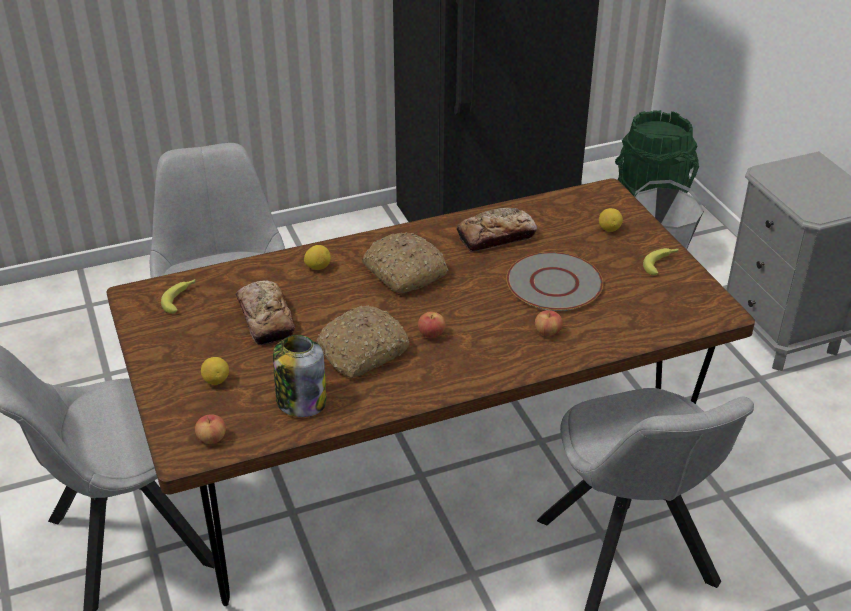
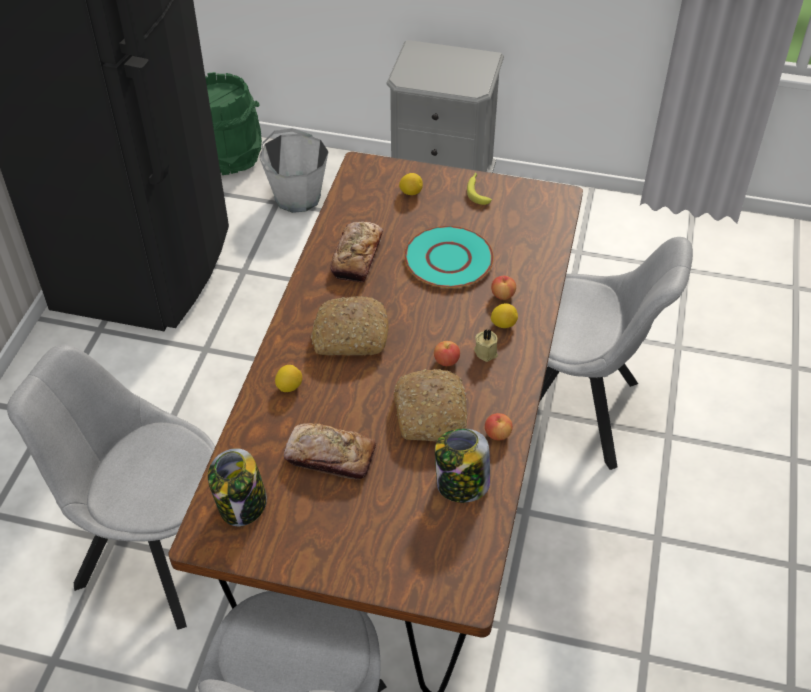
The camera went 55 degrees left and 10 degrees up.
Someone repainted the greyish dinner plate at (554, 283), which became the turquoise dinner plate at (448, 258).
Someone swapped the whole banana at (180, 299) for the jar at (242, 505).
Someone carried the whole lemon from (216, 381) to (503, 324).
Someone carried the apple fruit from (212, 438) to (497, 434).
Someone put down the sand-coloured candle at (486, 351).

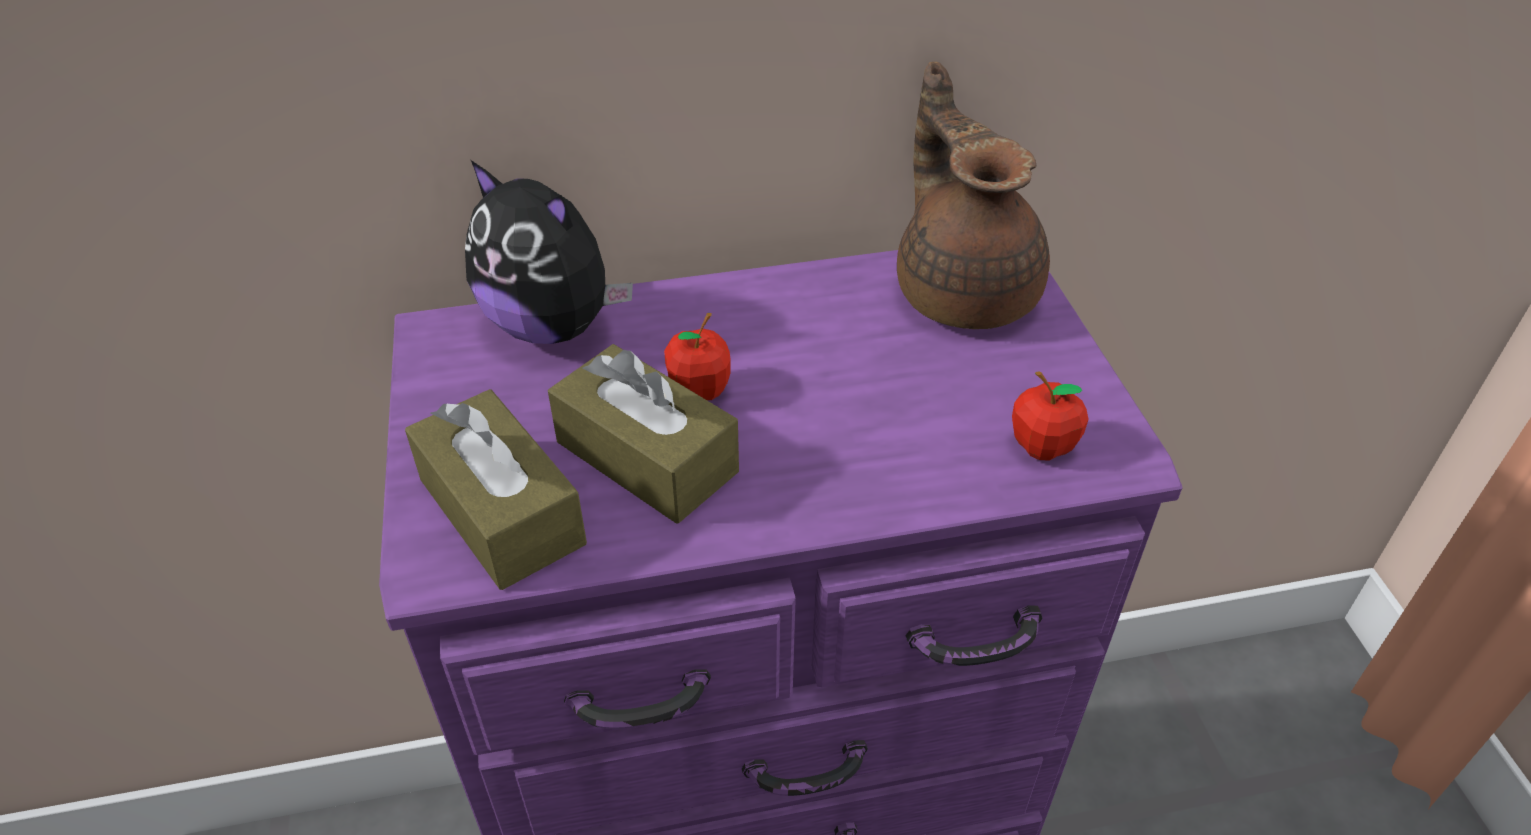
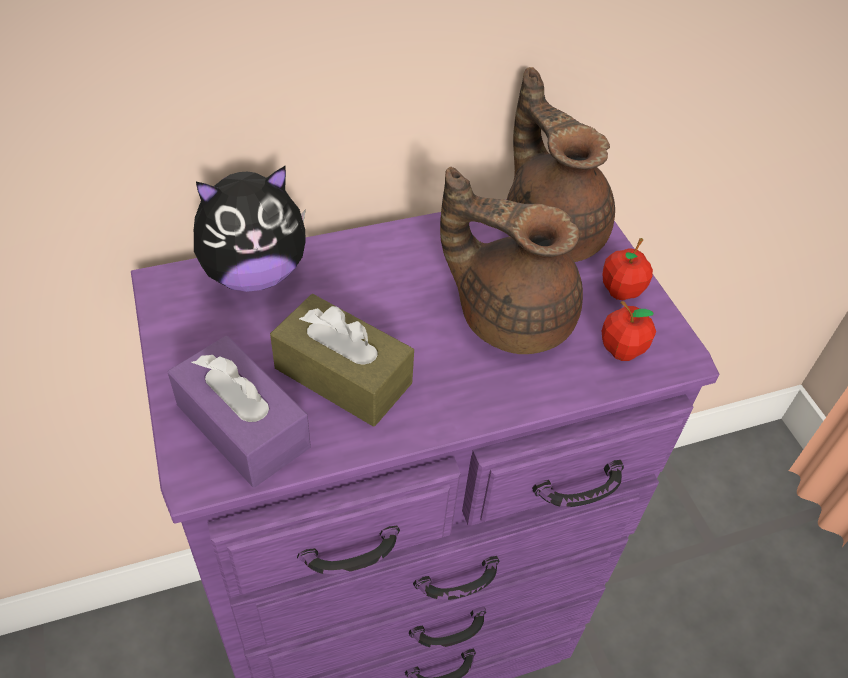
The camera went 10 degrees left and 5 degrees up.
Someone rotated the plush toy at (552, 325) by 45 degrees counterclockwise.
Someone carried the apple fruit from (699, 390) to (621, 291).
Someone repainted the brownish tissue holder at (501, 511), which became the purple-coloured tissue holder at (243, 426).
Someone put down the brownish tea pot at (510, 315).

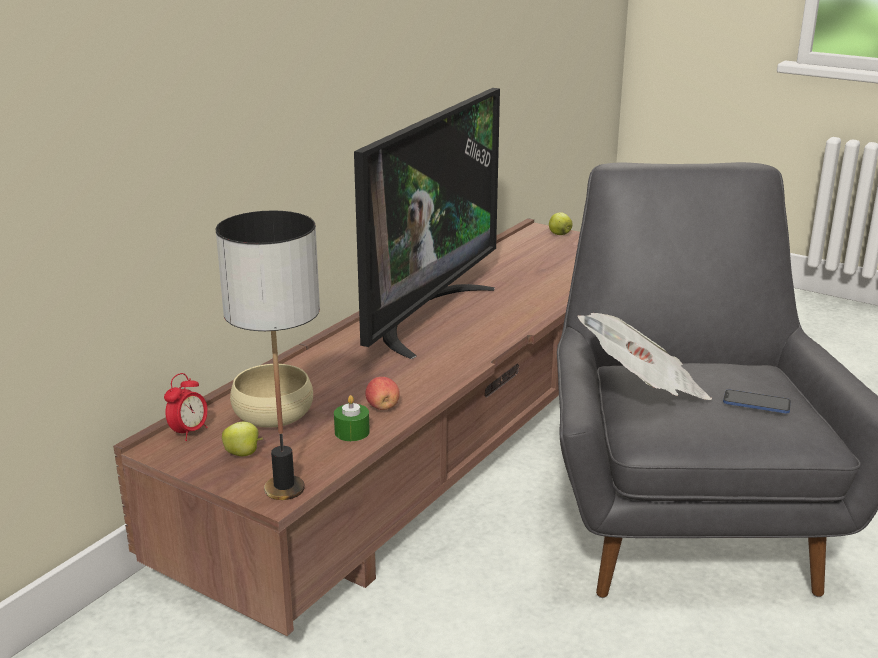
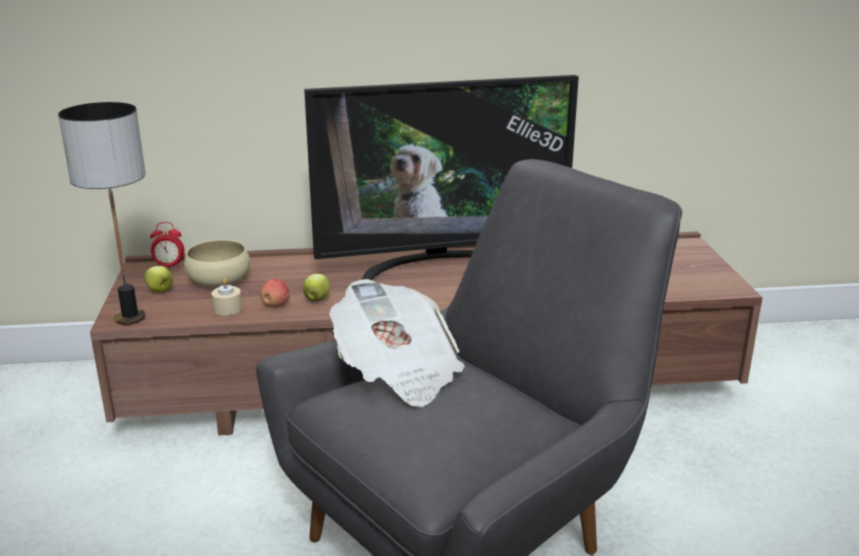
The camera went 50 degrees right and 0 degrees up.
Someone carried the apple fruit from (559, 234) to (317, 299).
Someone took away the handset at (756, 403).
Someone repainted the greenish candle at (352, 432), which became the sand-coloured candle at (227, 308).

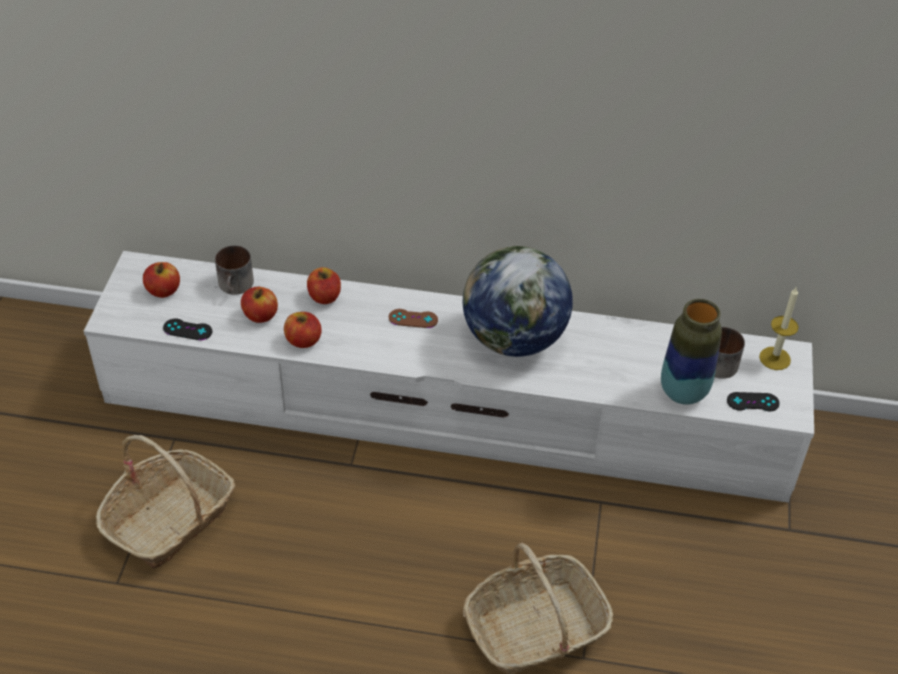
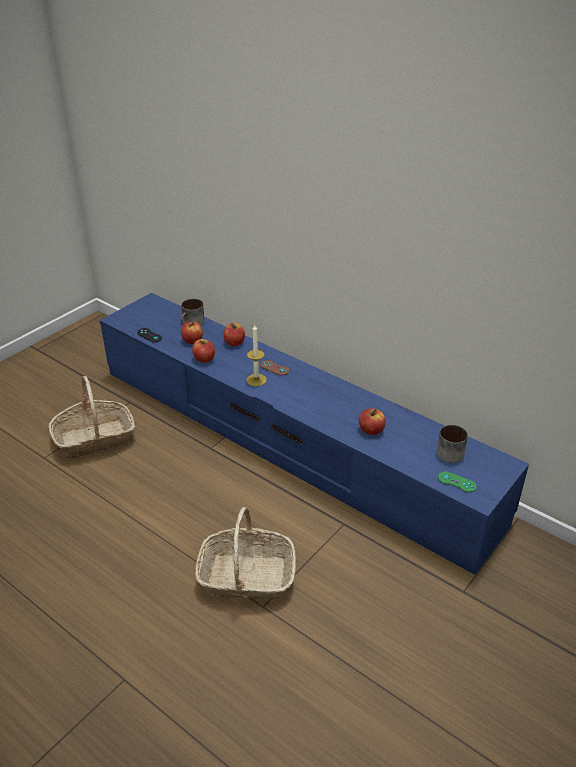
The camera went 30 degrees right and 10 degrees down.
Someone took away the desk globe at (513, 339).
Someone repainted the whitish media console at (447, 409), which became the blue media console at (288, 440).
Someone carried the apple fruit from (163, 290) to (371, 430).
Someone carried the candle from (775, 358) to (256, 380).
Someone took away the vase at (683, 392).
Someone repainted the blackish game controller at (752, 402), which became the greenish game controller at (457, 482).

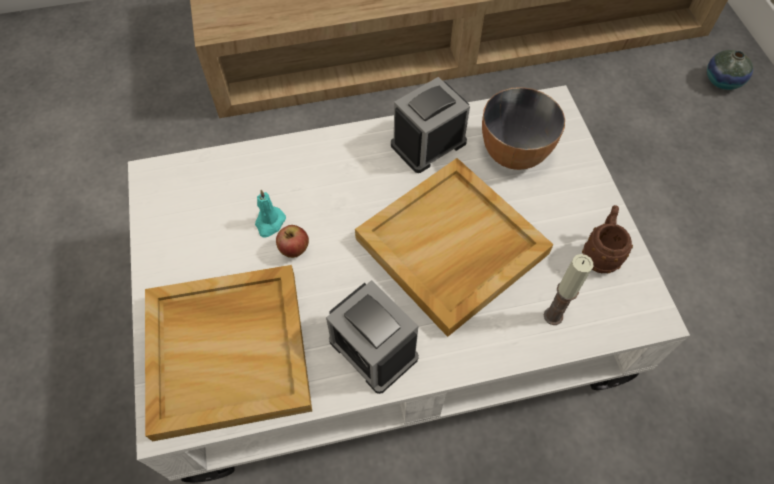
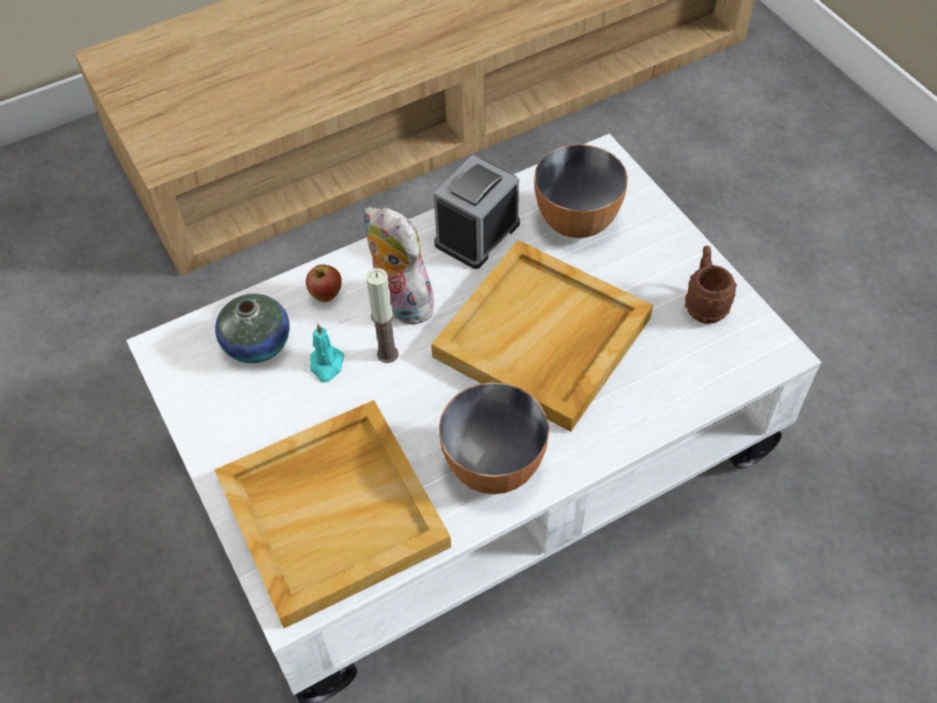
The camera went 15 degrees left and 5 degrees down.
Someone carried the vase from (722, 81) to (257, 344).
Someone carried the apple fruit from (294, 250) to (326, 295).
Someone carried the candle from (553, 316) to (387, 354).
Someone swapped the alarm clock at (373, 349) for the bowl at (494, 466).
Someone put down the plush toy at (399, 303).

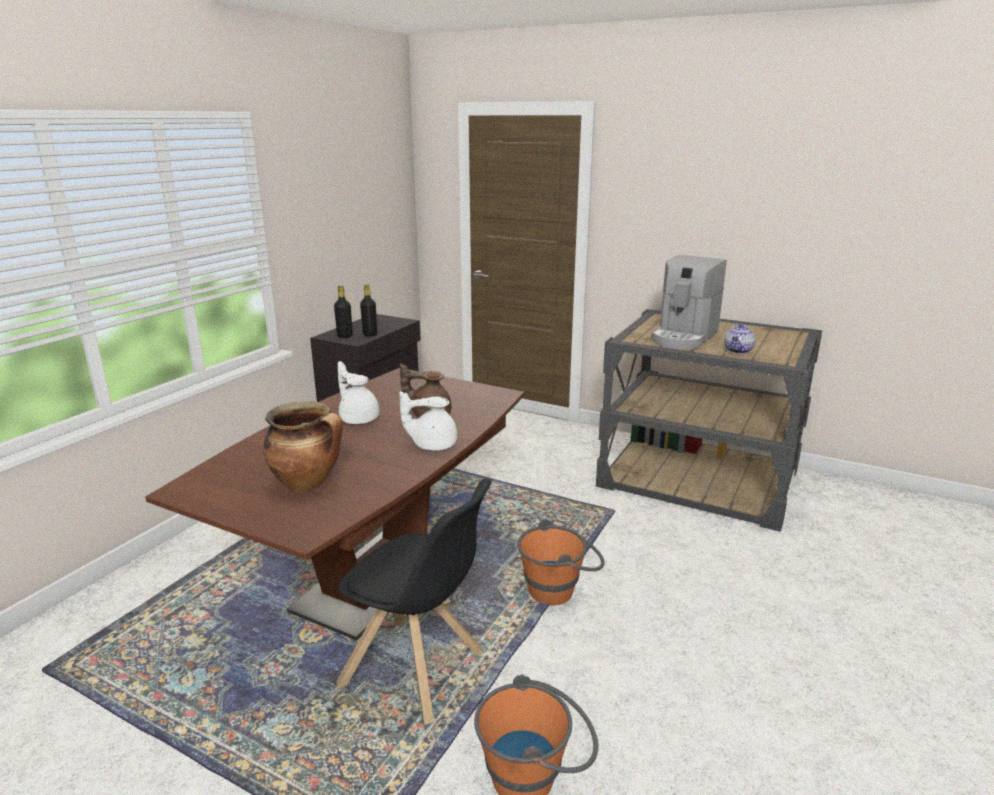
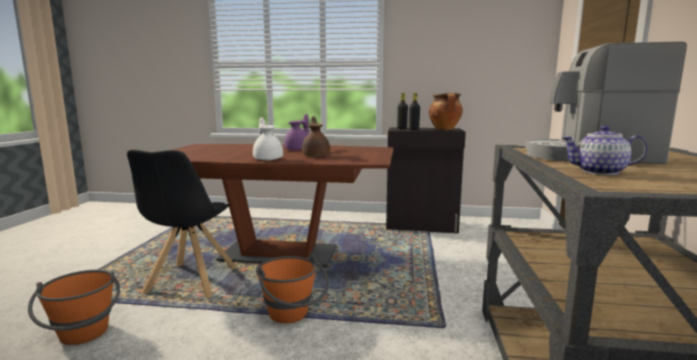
The camera went 70 degrees right and 10 degrees down.
Someone repainted the whitish tea pot at (358, 418), which became the purple-coloured tea pot at (298, 149).
Someone carried the cooking pot from (308, 483) to (445, 129).

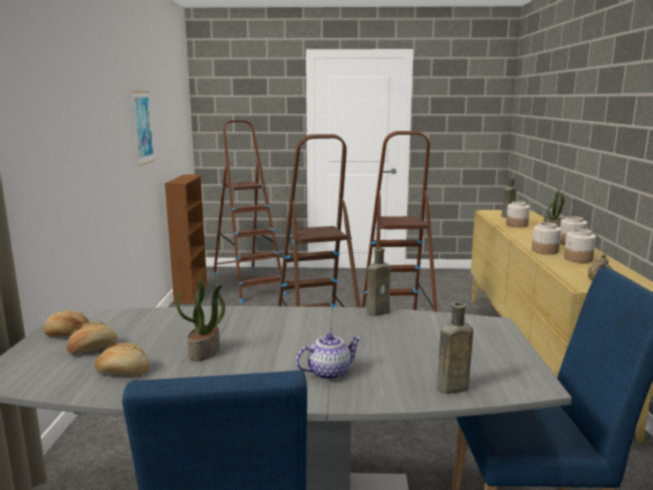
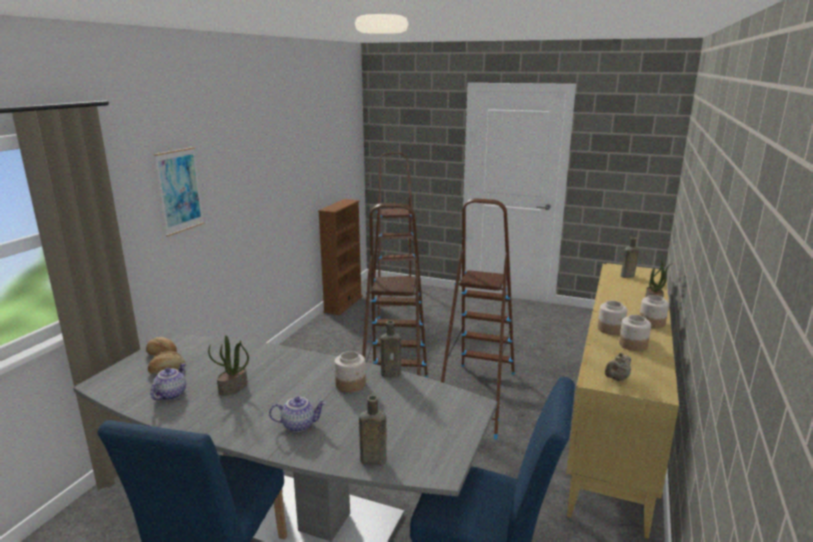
The camera went 20 degrees right and 5 degrees up.
Someone carried the picture from (143, 127) to (179, 190).
Someone carried the jar from (517, 225) to (351, 384).
Someone swapped the bakery bread at (123, 372) for the tea pot at (170, 394).

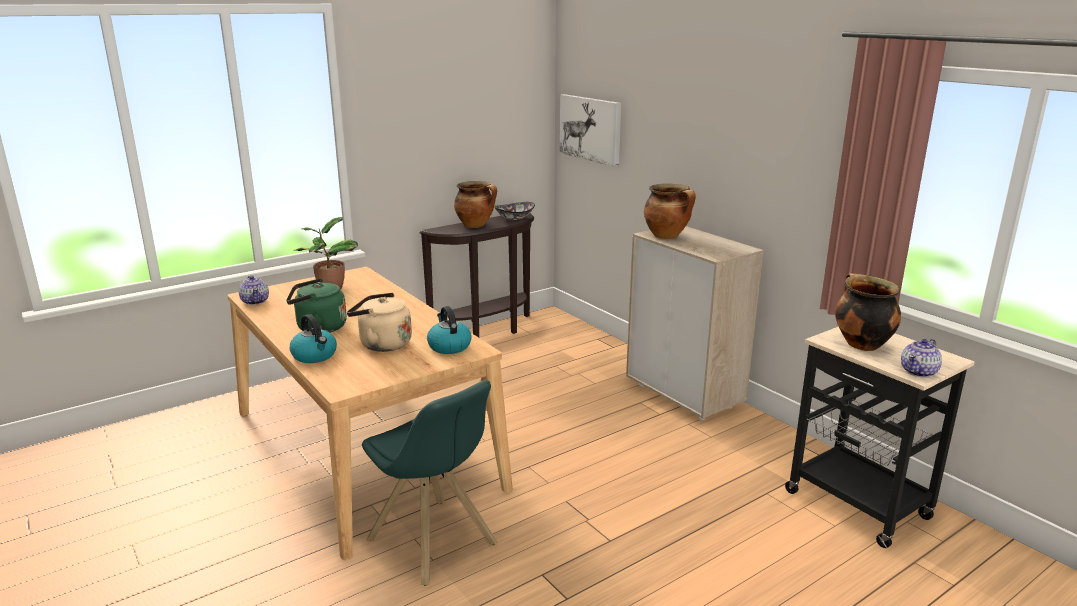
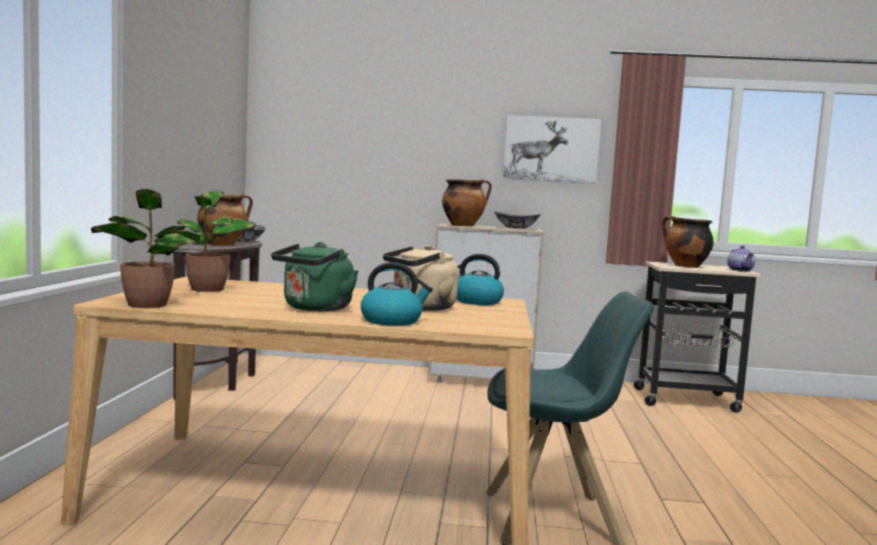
The camera went 50 degrees left and 15 degrees down.
Someone carried the picture from (591, 129) to (551, 149).
Someone swapped the tea pot at (255, 301) for the houseplant at (146, 304).
Someone put down the bowl at (516, 228).

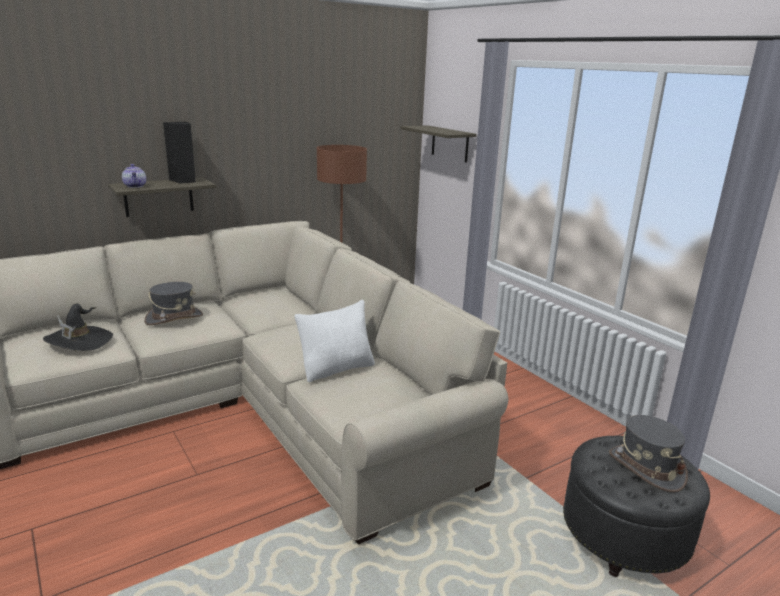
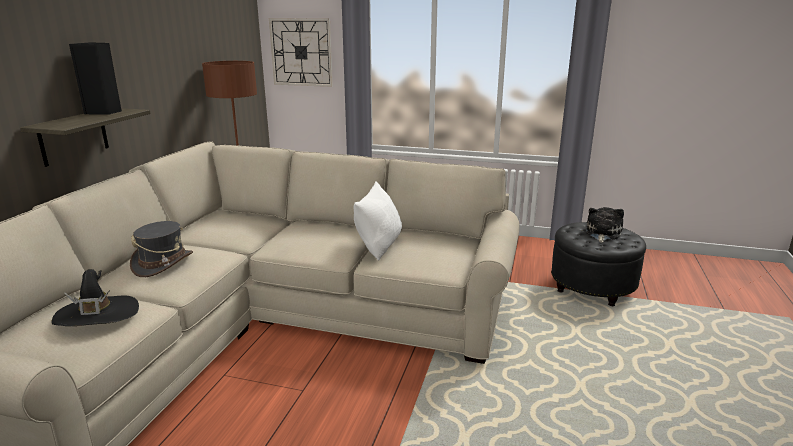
The camera went 40 degrees left and 0 degrees up.
Someone swapped the bracket shelf at (450, 143) for the wall clock at (301, 52).
Someone took away the tea pot at (135, 186).
Someone swapped the greyish wearable hat at (646, 468) for the plush toy at (602, 233).

